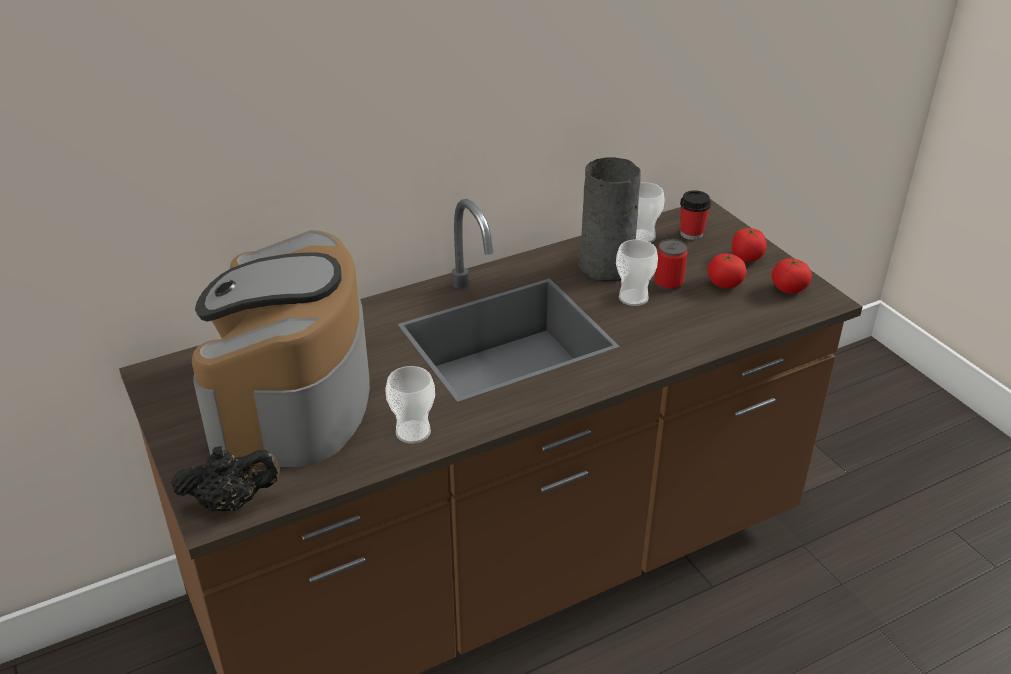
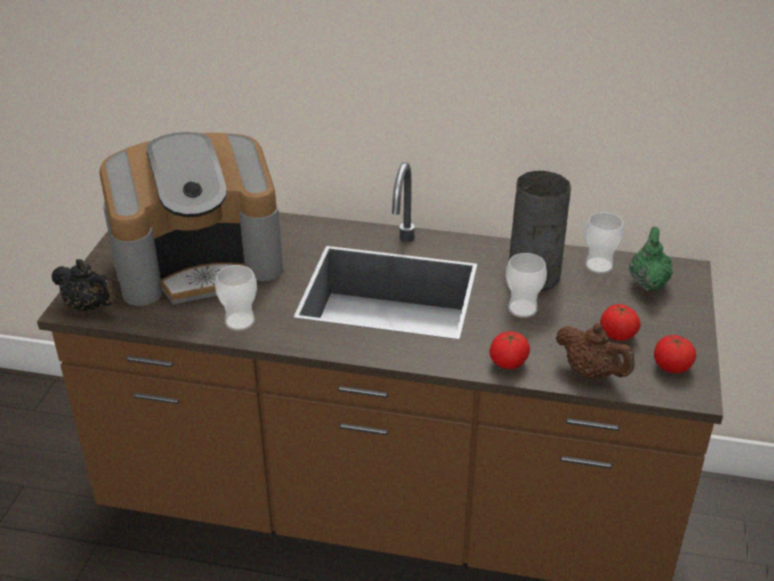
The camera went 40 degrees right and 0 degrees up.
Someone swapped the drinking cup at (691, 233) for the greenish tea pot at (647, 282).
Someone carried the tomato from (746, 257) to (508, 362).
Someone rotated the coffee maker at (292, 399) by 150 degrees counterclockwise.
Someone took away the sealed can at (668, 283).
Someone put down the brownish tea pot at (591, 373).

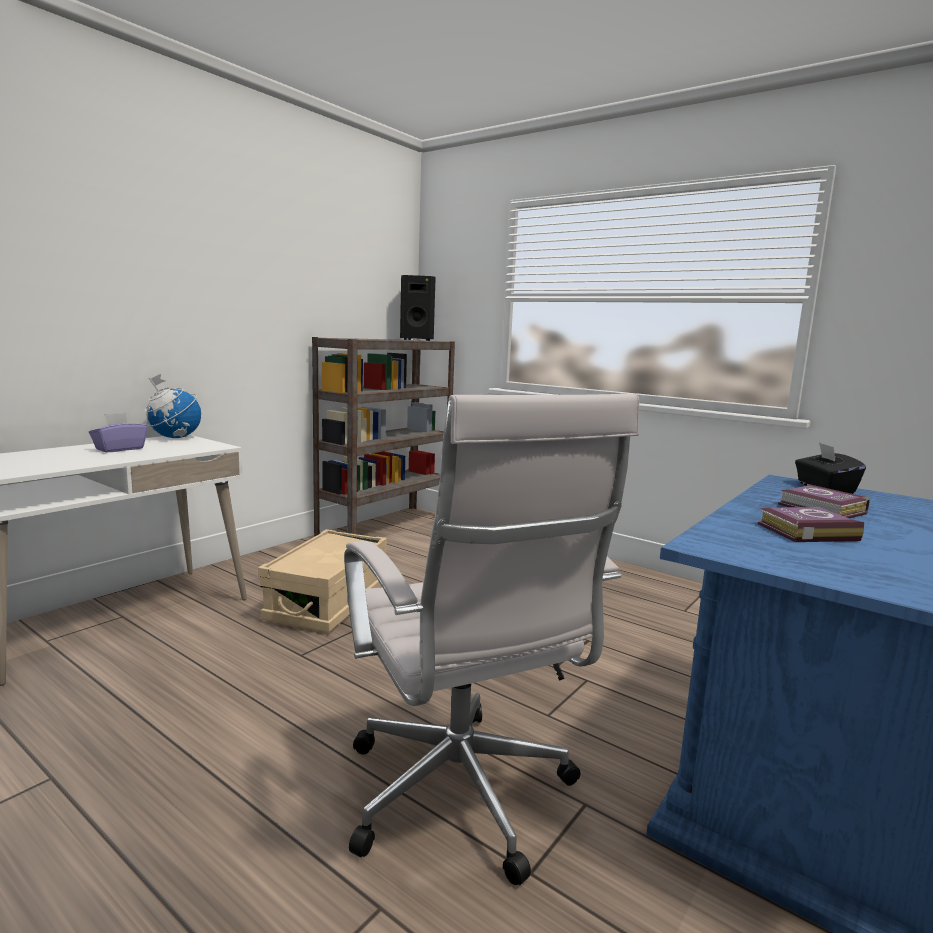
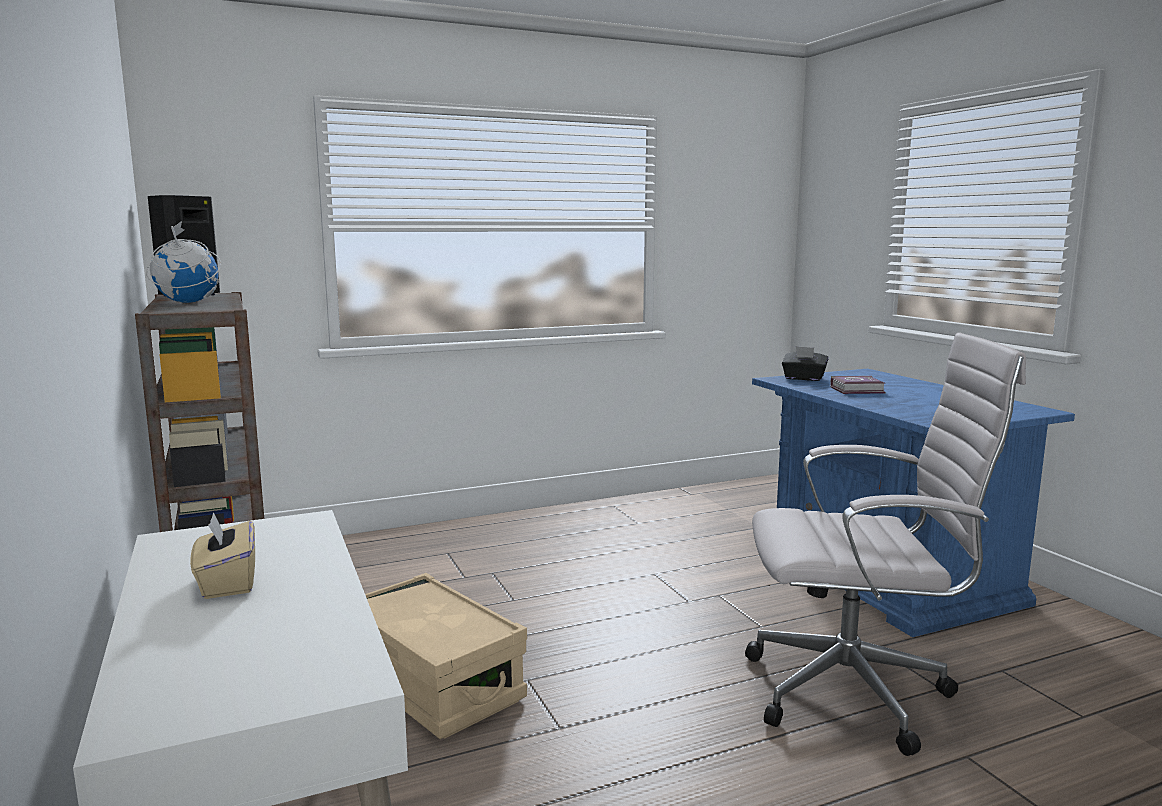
The camera went 60 degrees left and 0 degrees up.
Someone carried the desk globe from (174, 438) to (187, 303).
Someone repainted the purple-coloured tissue holder at (119, 449), which became the sand-coloured tissue holder at (227, 582).
Someone took away the book at (804, 531).

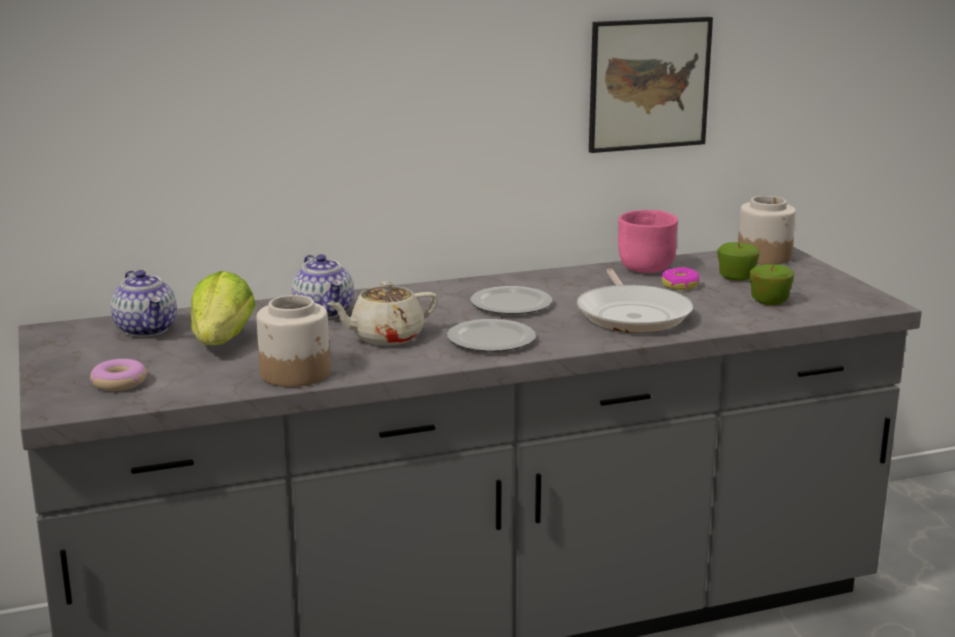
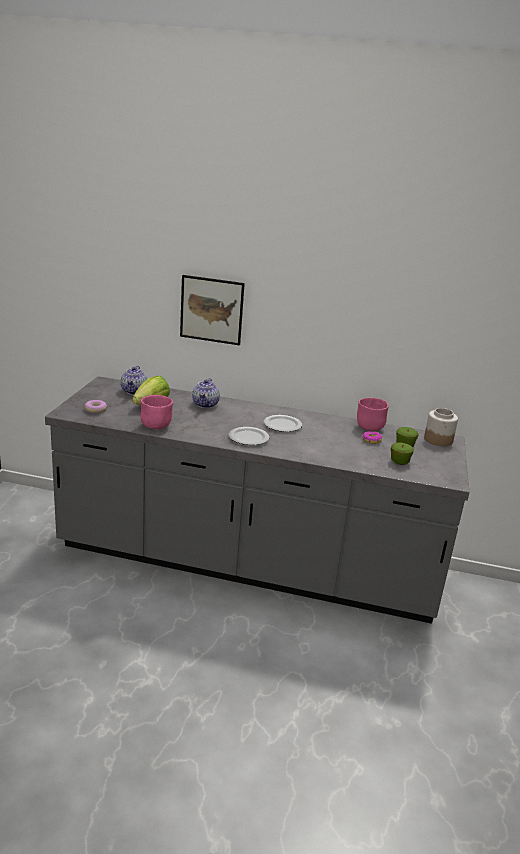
The camera went 30 degrees right and 5 degrees up.
Someone carried the picture from (649, 84) to (211, 310).
Someone took away the pan at (632, 315).
Someone took away the sand-coloured tea pot at (385, 337).
Someone swapped the jar at (296, 374) for the pinkish bowl at (156, 427).

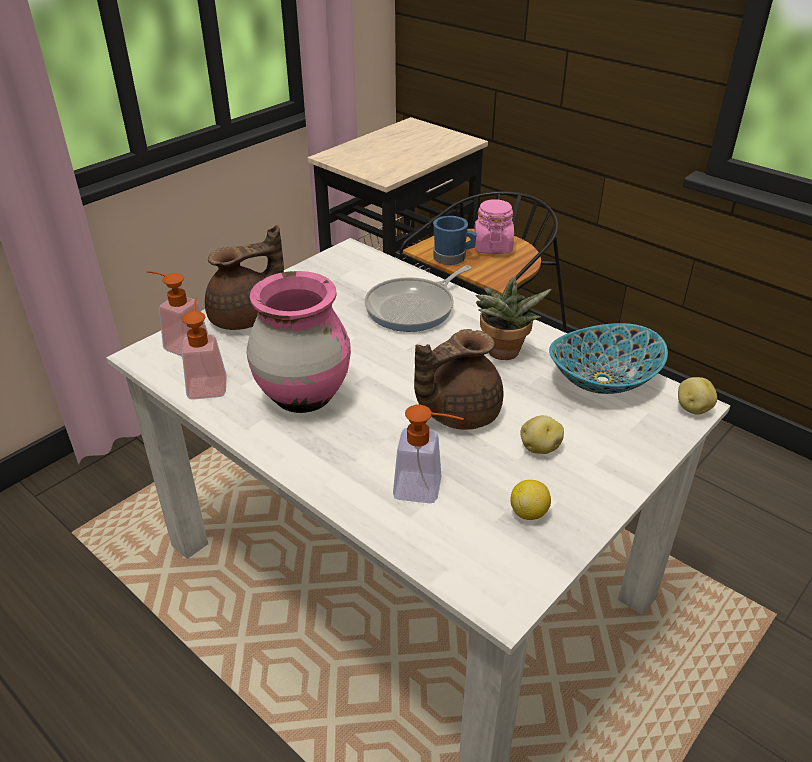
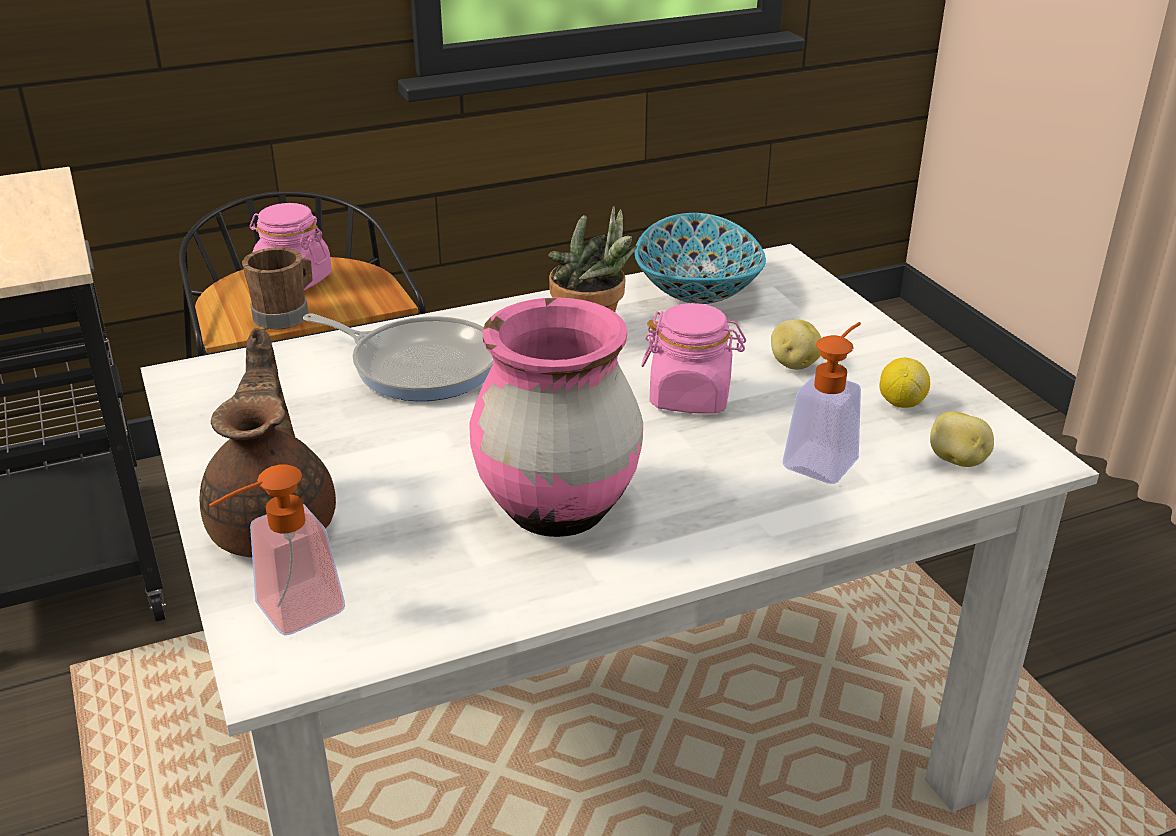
The camera went 65 degrees left and 5 degrees down.
Someone repainted the blue coffee mug at (453, 257), which became the brownish coffee mug at (286, 314).
Someone rotated the pan at (414, 308) by 45 degrees counterclockwise.
Someone took away the soap dispenser at (207, 383).
Someone swapped the brownish tea pot at (458, 413) for the pinkish jar at (691, 397).
Someone carried the potato from (692, 408) to (957, 461).

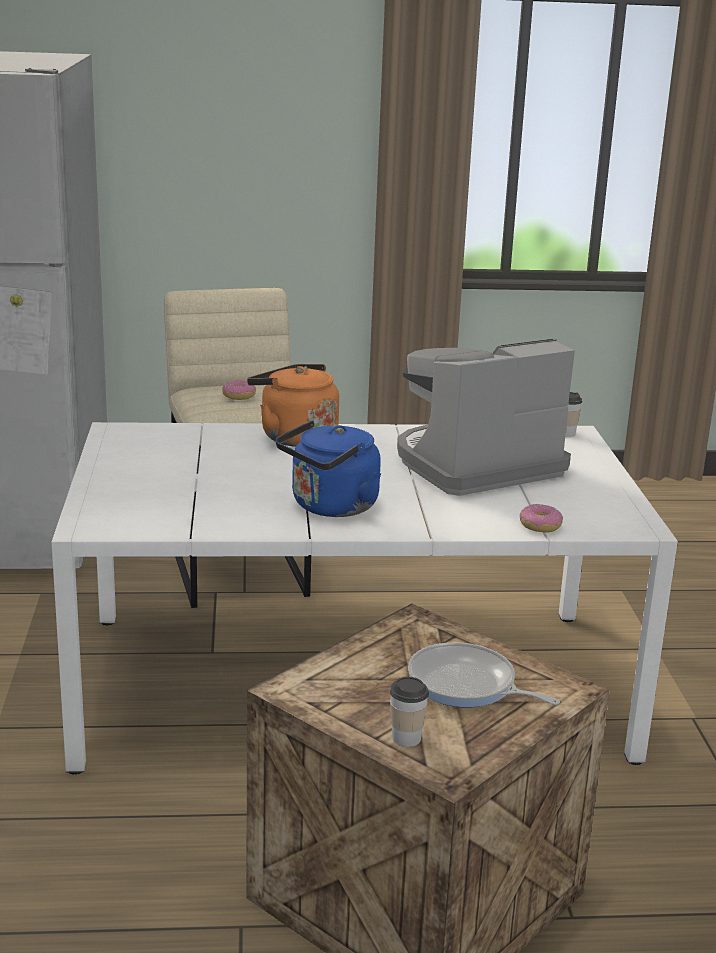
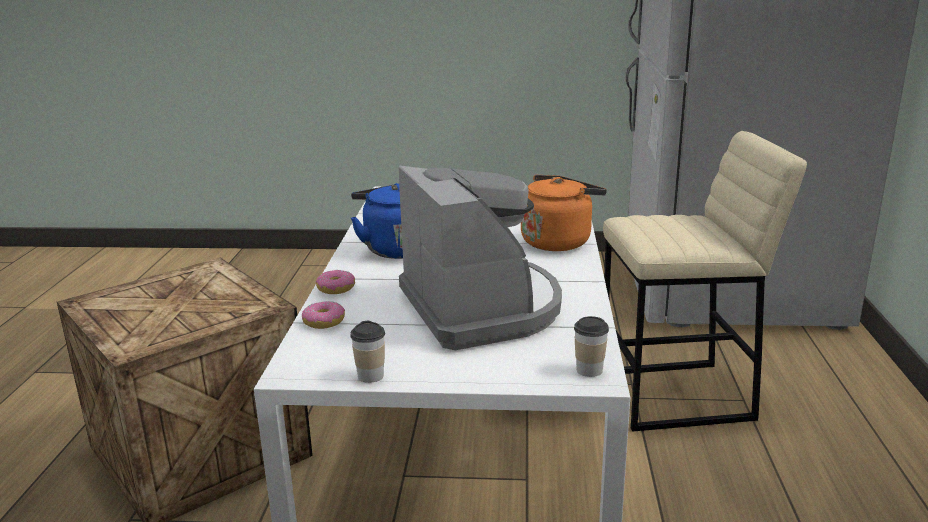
The camera went 100 degrees right and 0 degrees up.
Someone carried the donut from (239, 396) to (336, 289).
Someone took away the pan at (466, 685).
Someone carried the drinking cup from (406, 738) to (370, 376).

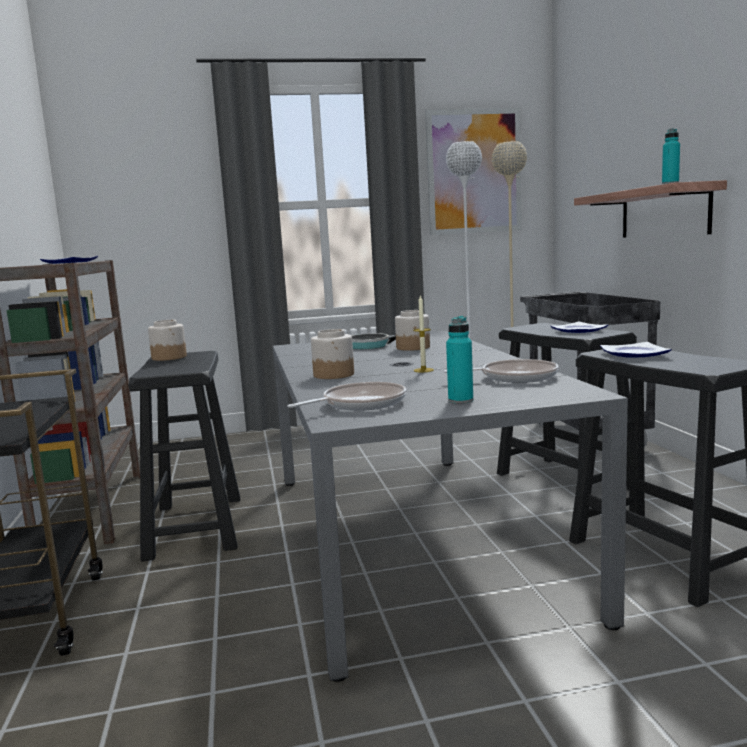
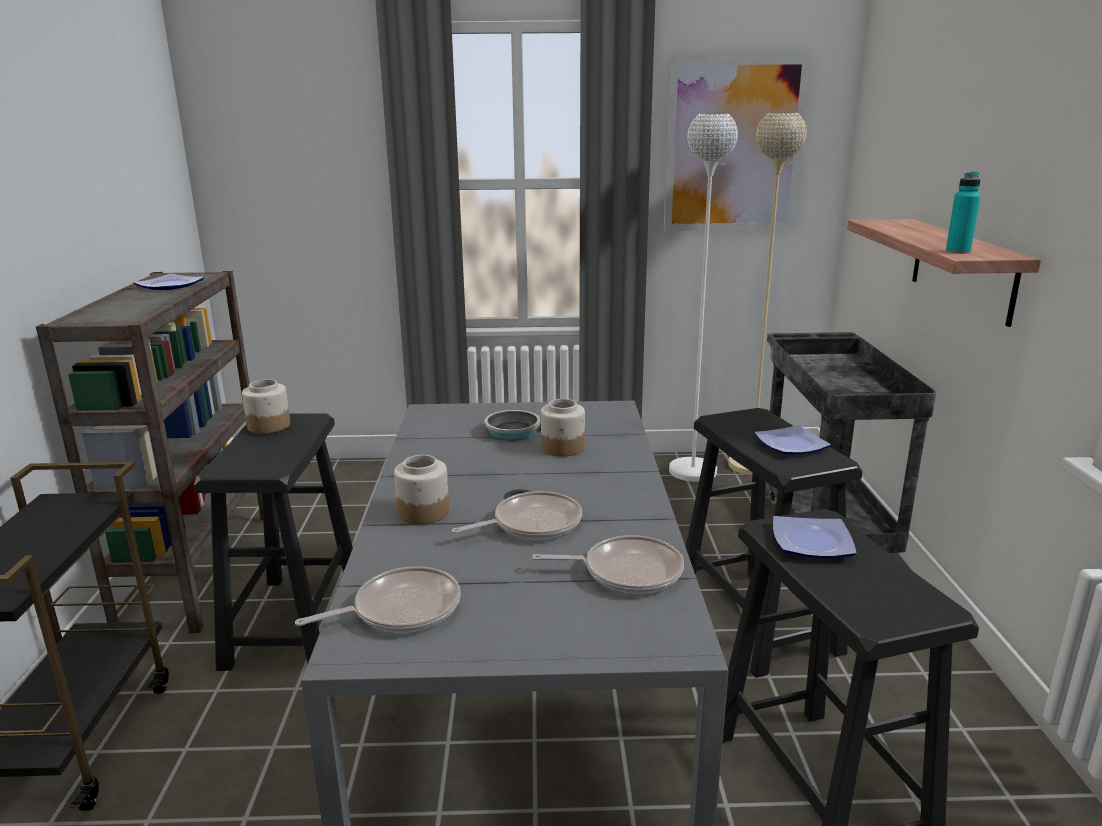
The camera went 10 degrees right and 10 degrees up.
Someone swapped the candle at (423, 370) for the pan at (532, 524).
Someone took away the turquoise bottle at (460, 401).

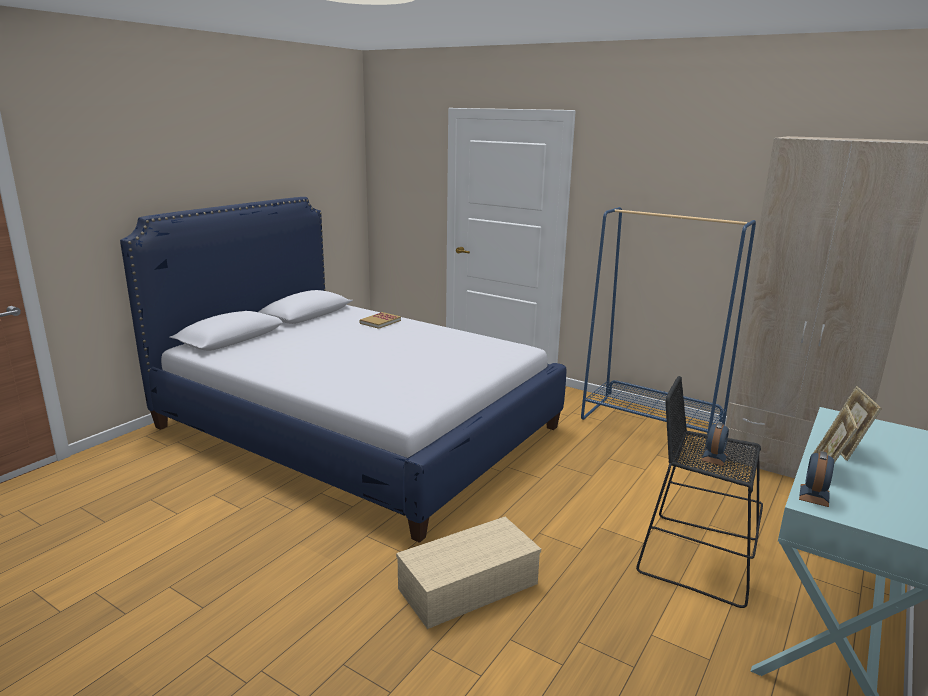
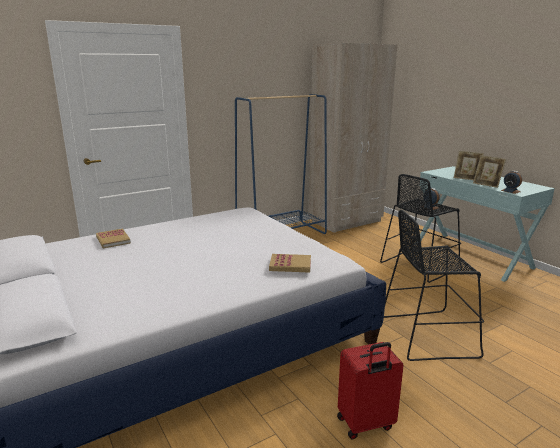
The camera went 65 degrees left and 0 degrees up.
Someone swapped the sand-coloured storage bin at (469, 584) for the blackish stool seat at (428, 335).
Someone put down the book at (290, 265).
Someone put down the reddish piece of luggage at (366, 424).

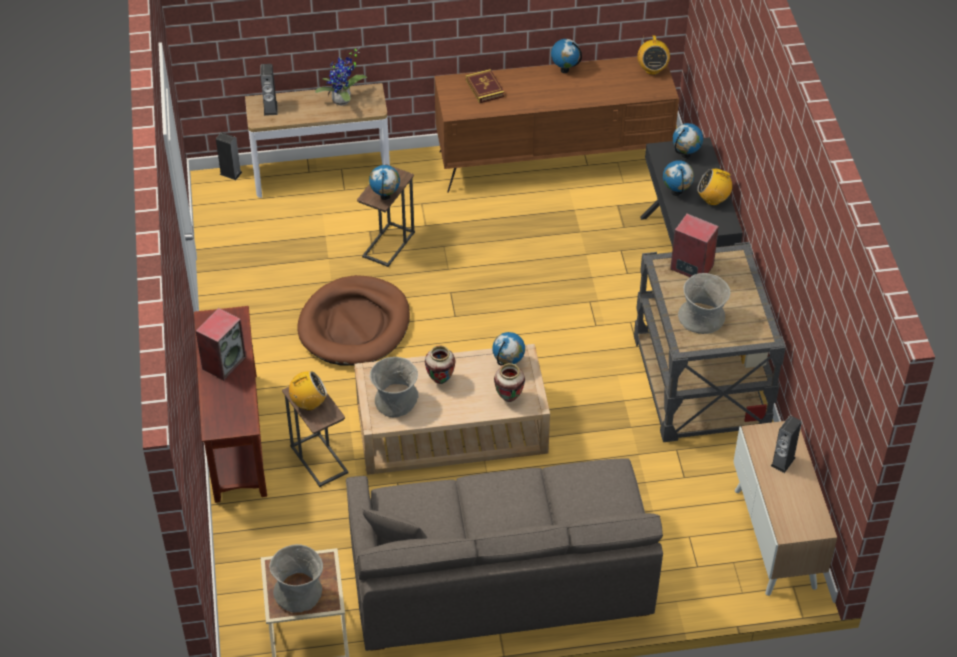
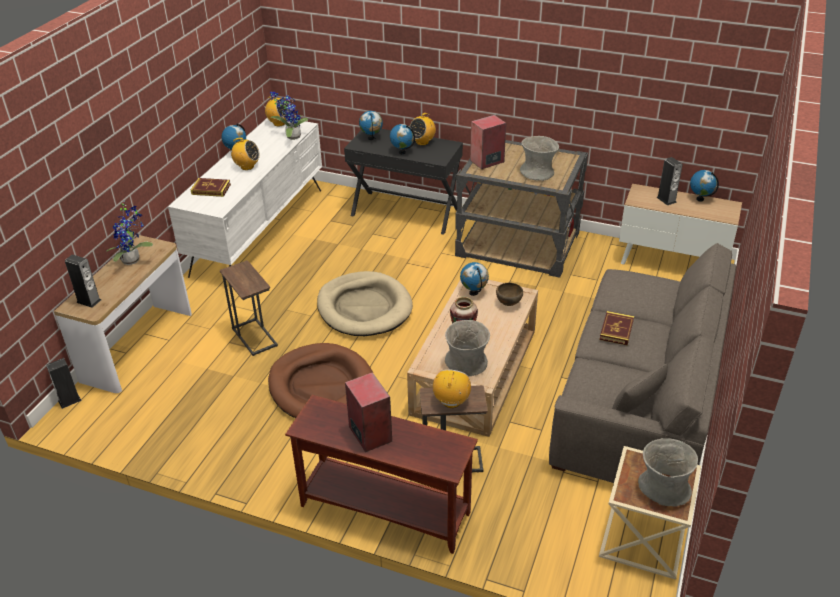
The camera went 60 degrees left and 10 degrees down.
Someone repainted the brownish media console at (554, 160), which became the whitish media console at (259, 231).
Someone carried the desk globe from (385, 196) to (700, 199).
Someone swapped the vase at (509, 398) for the brownish bowl at (508, 304).
Someone put down the houseplant at (291, 137).
Someone put down the radio at (247, 167).
Someone put down the sand-coloured pet bed at (364, 307).
Someone put down the book at (616, 330).

